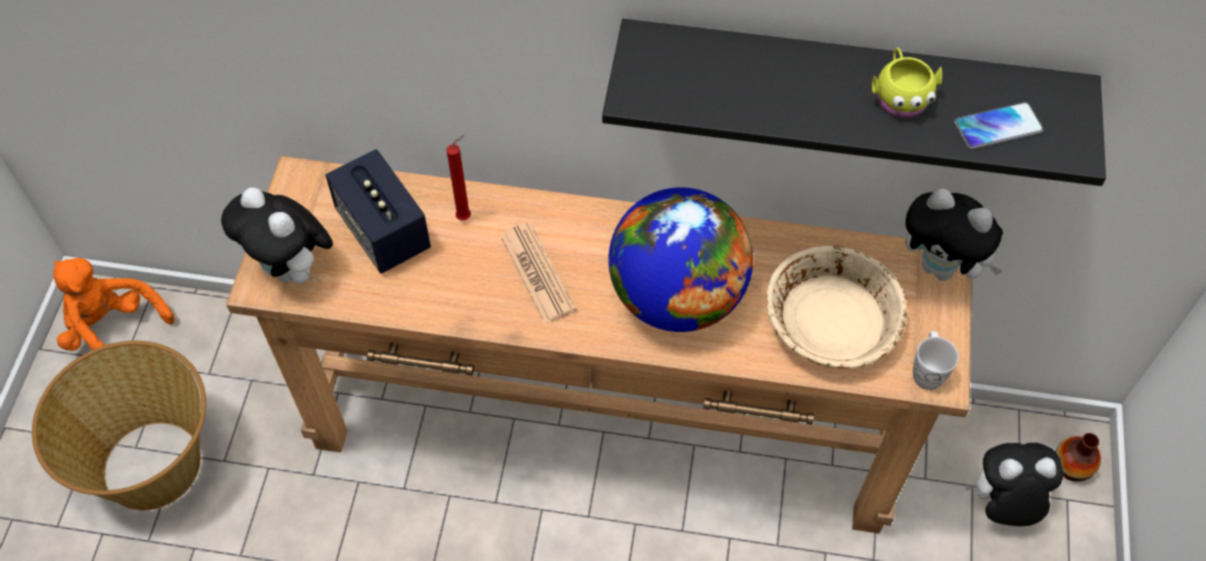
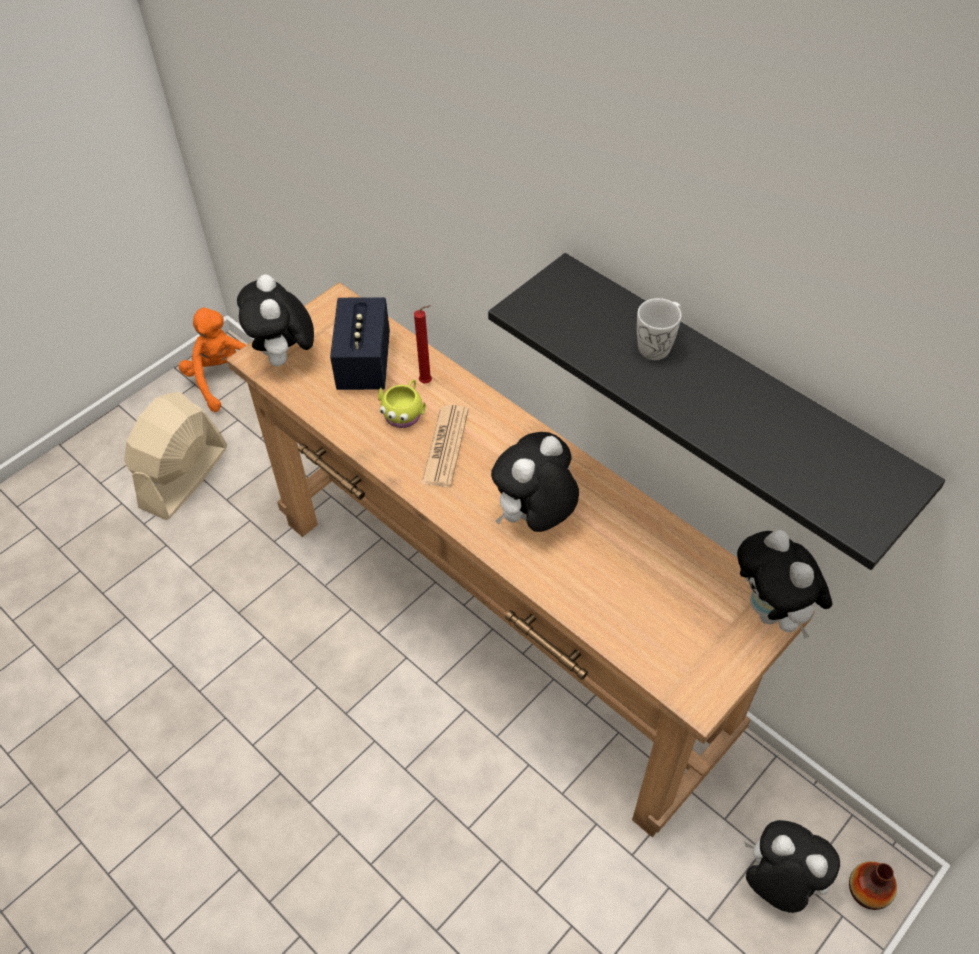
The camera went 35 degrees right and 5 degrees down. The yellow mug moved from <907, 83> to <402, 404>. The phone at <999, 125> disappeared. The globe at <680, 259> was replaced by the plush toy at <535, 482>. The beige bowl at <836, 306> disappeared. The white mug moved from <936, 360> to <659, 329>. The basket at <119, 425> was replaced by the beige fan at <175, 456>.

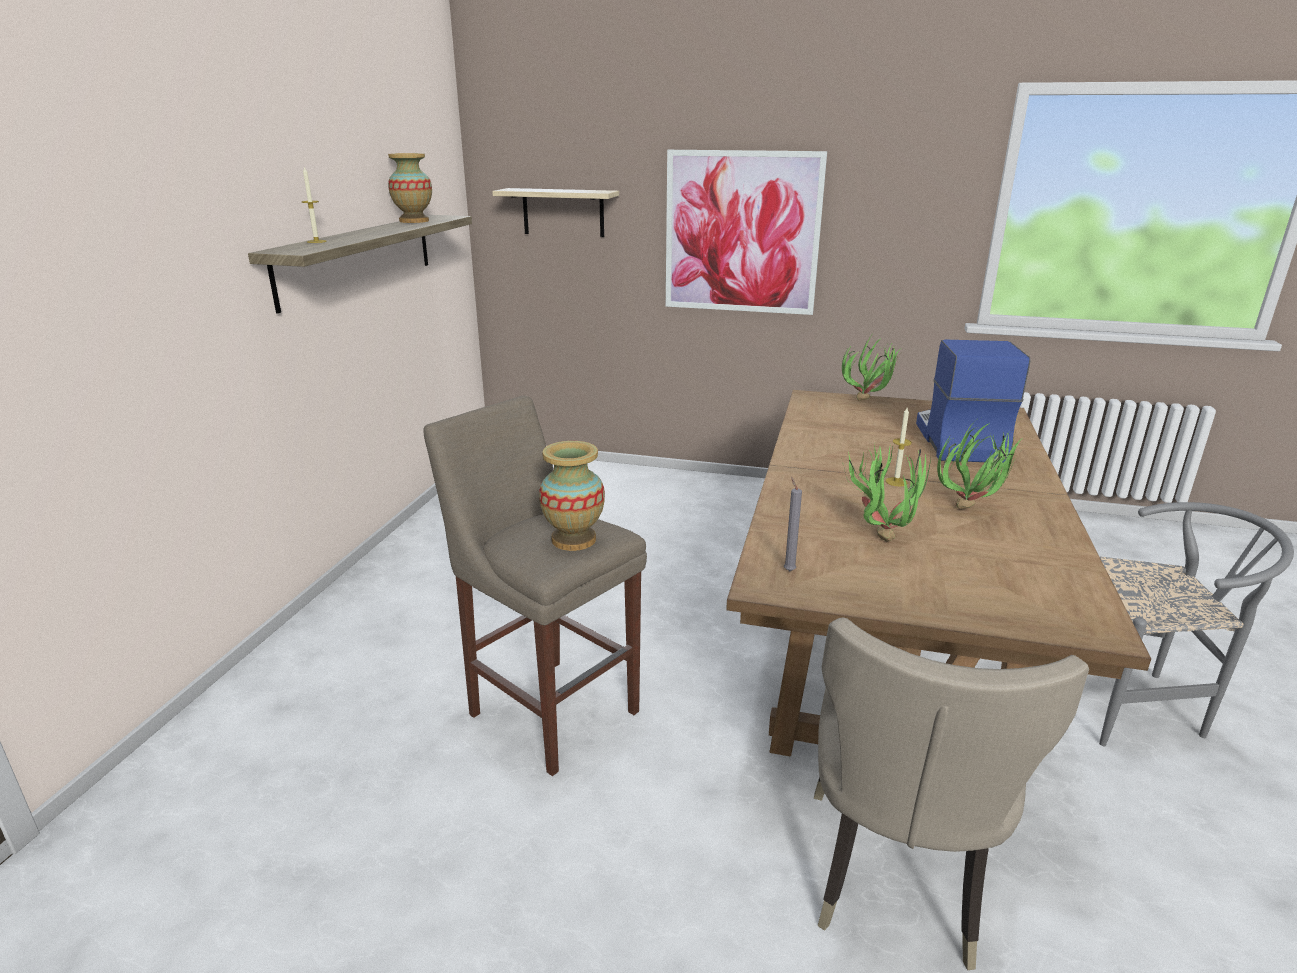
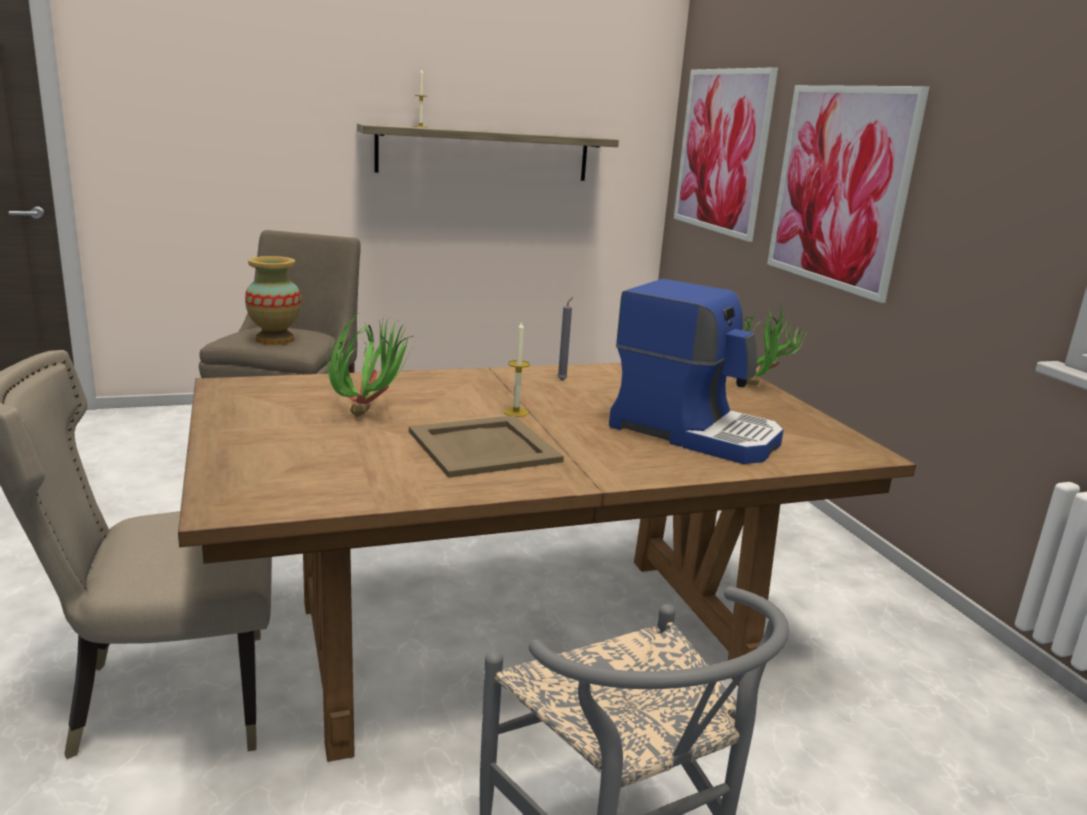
The camera went 55 degrees right and 5 degrees down. The vase at <410, 188> disappeared. The shelf at <555, 212> was replaced by the picture at <726, 154>. The coffee machine at <973, 401> turned 60 degrees clockwise. The potted plant at <983, 465> was replaced by the beige tray at <486, 446>. The grey candle moved from <793, 524> to <565, 339>.

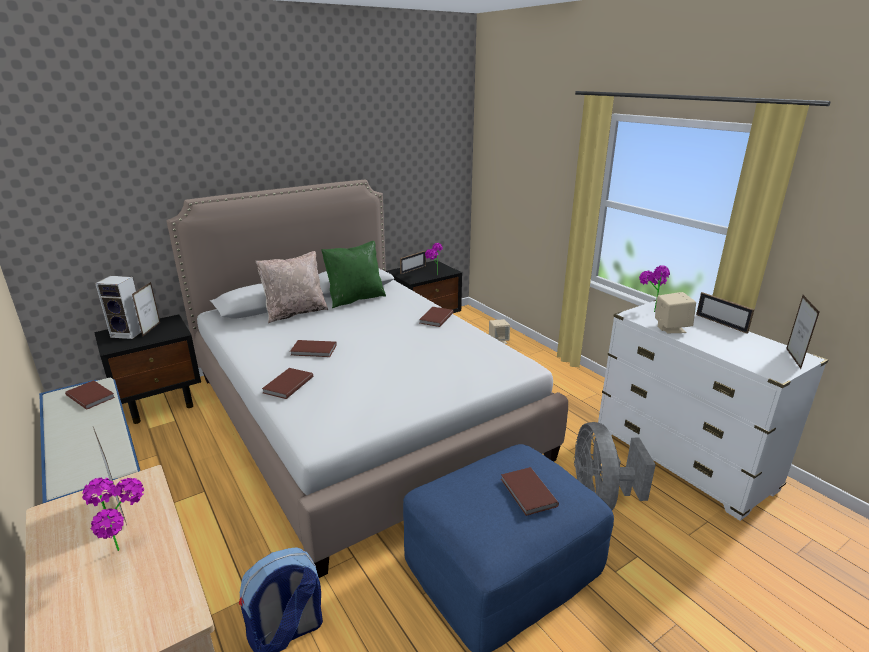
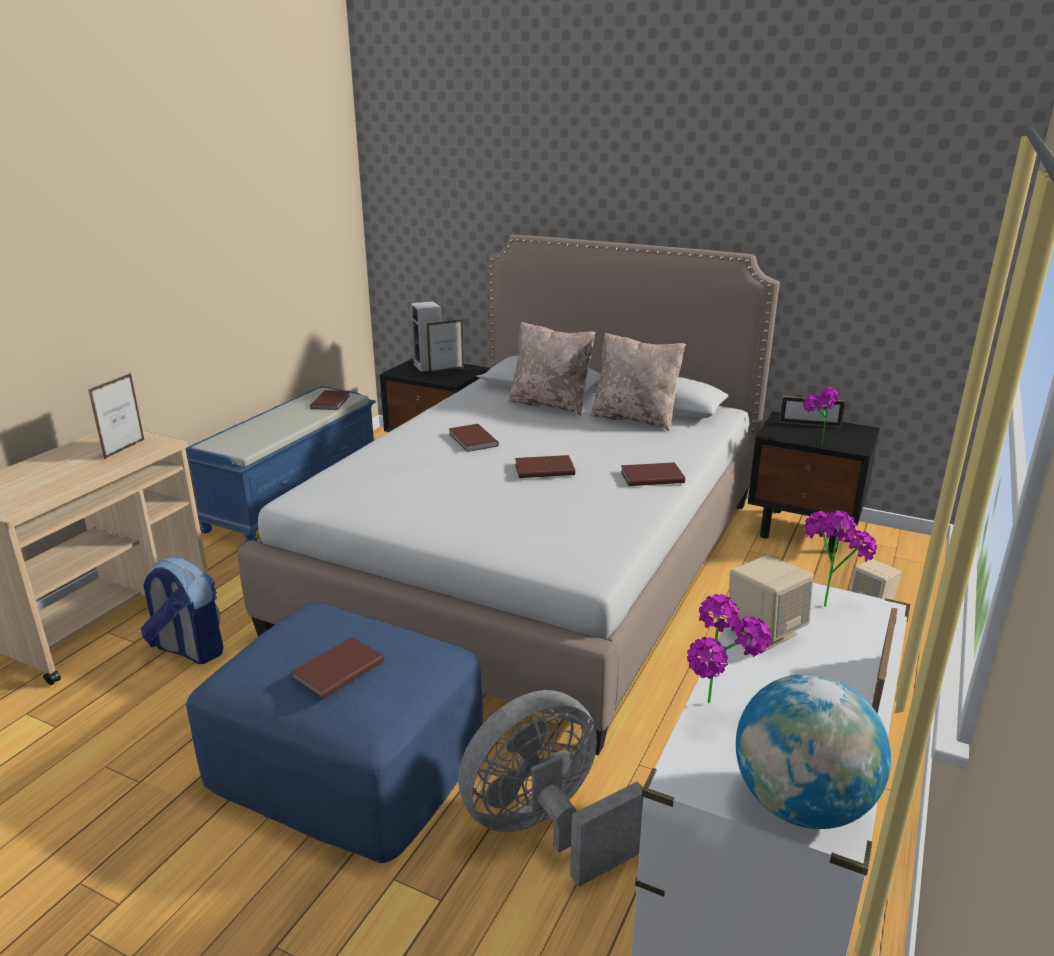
The camera went 60 degrees right and 0 degrees up. The green pillow at <353, 274> became the beige pillow at <638, 381>. The picture frame at <802, 332> was replaced by the globe at <813, 751>. The brown book moved from <287, 383> to <545, 466>. The potted plant moved from <113, 514> to <729, 648>.

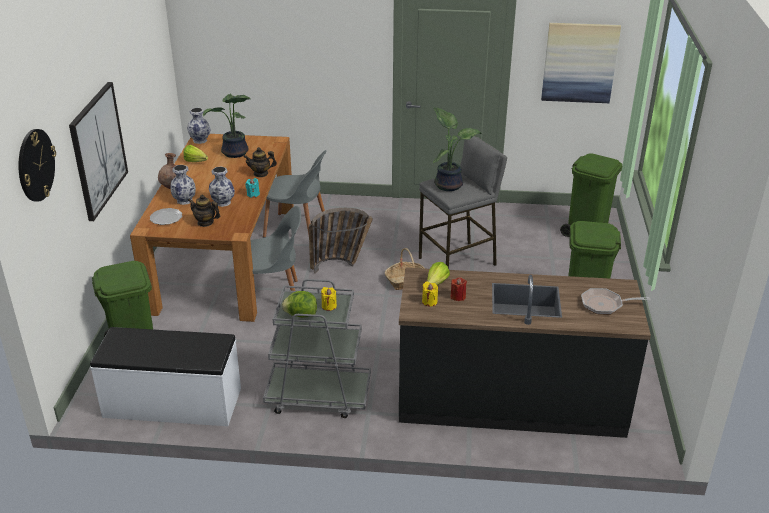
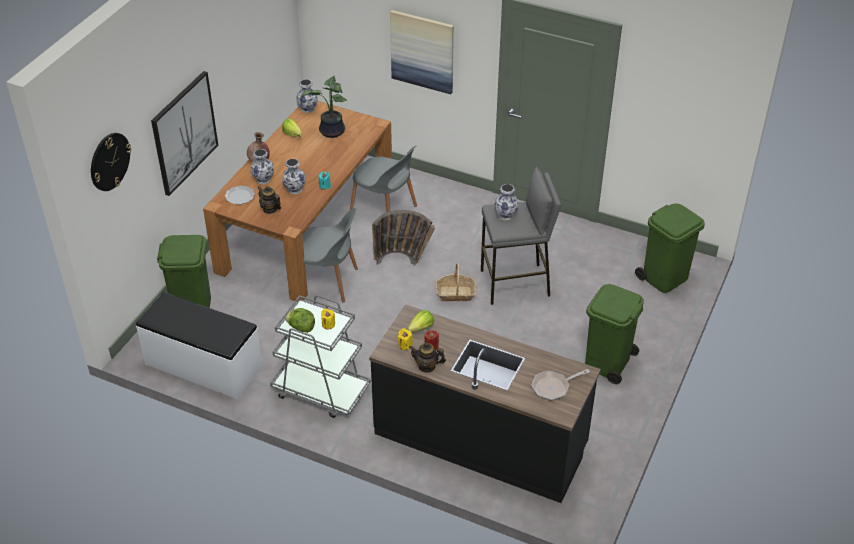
The camera went 20 degrees right and 10 degrees up. The picture moved from <581, 63> to <422, 52>. The potted plant at <457, 149> was replaced by the vase at <506, 202>. The teapot moved from <260, 162> to <427, 357>. The frying pan at <616, 301> turned 45 degrees counterclockwise.

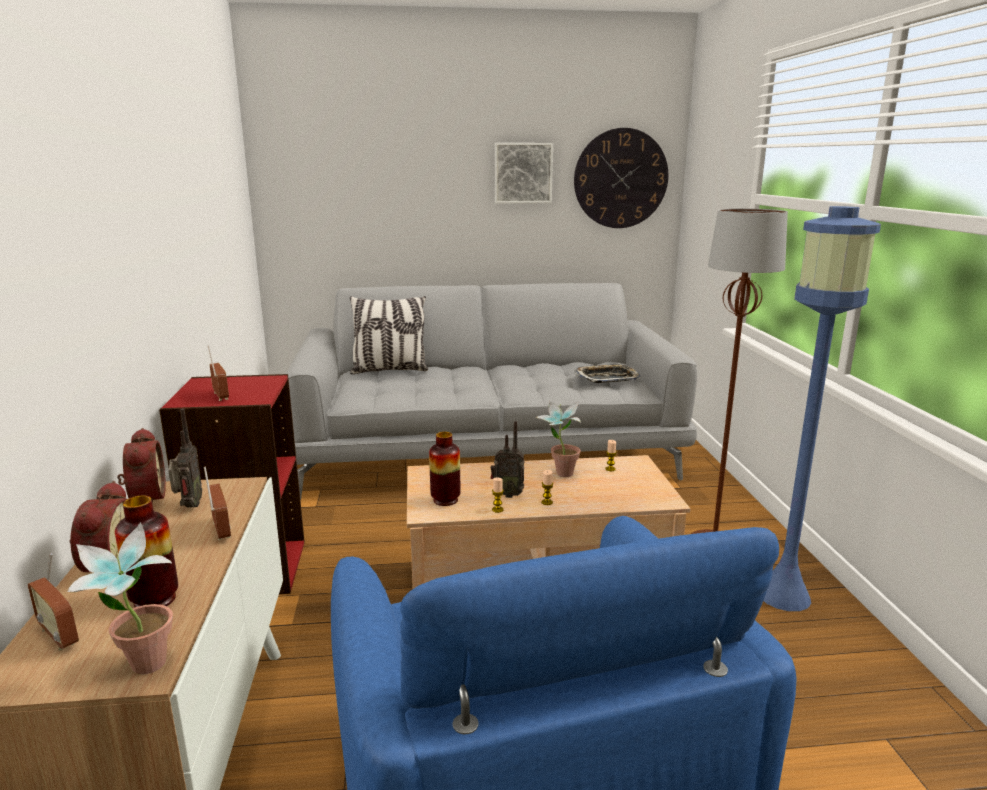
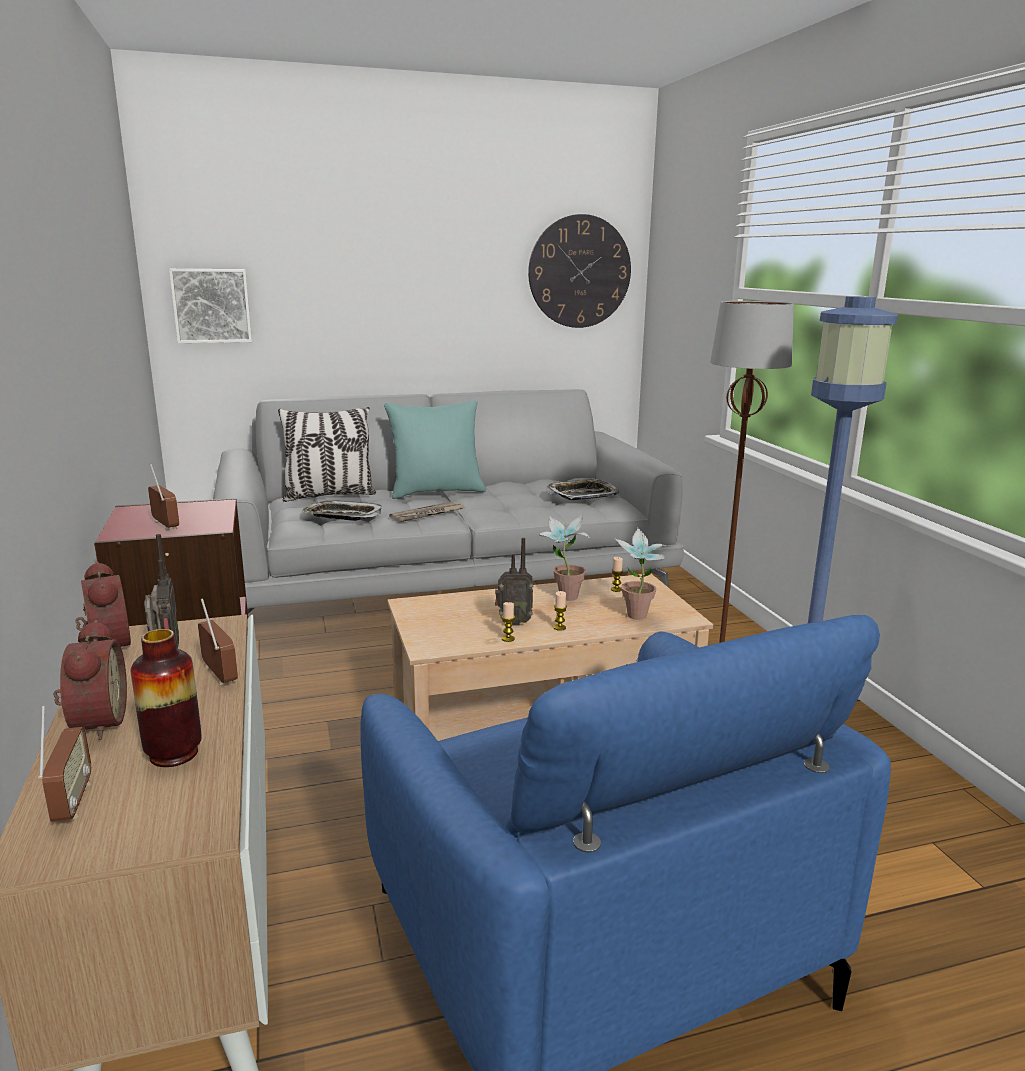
The camera went 10 degrees left and 0 degrees up. The picture moved from <524, 173> to <210, 306>. The vase at <444, 469> disappeared. The potted plant moved from <120, 598> to <643, 574>. The radio at <53, 602> turned 135 degrees counterclockwise. The turquoise pillow at <435, 450> appeared. The tray at <342, 510> appeared. The newspaper at <427, 511> appeared.

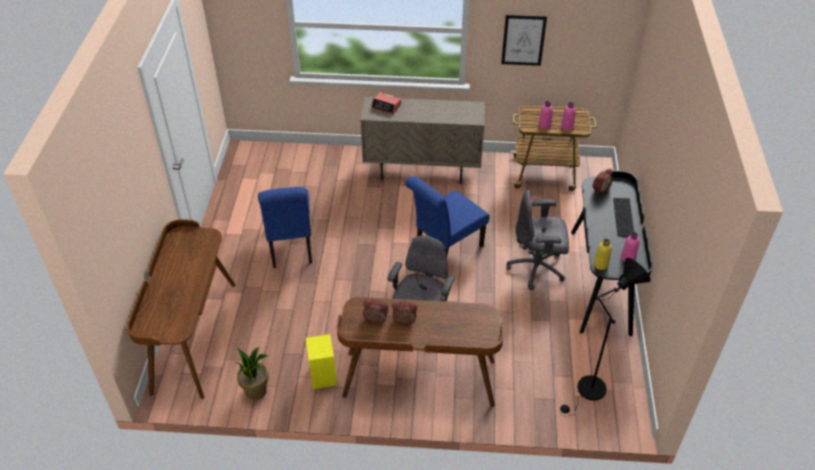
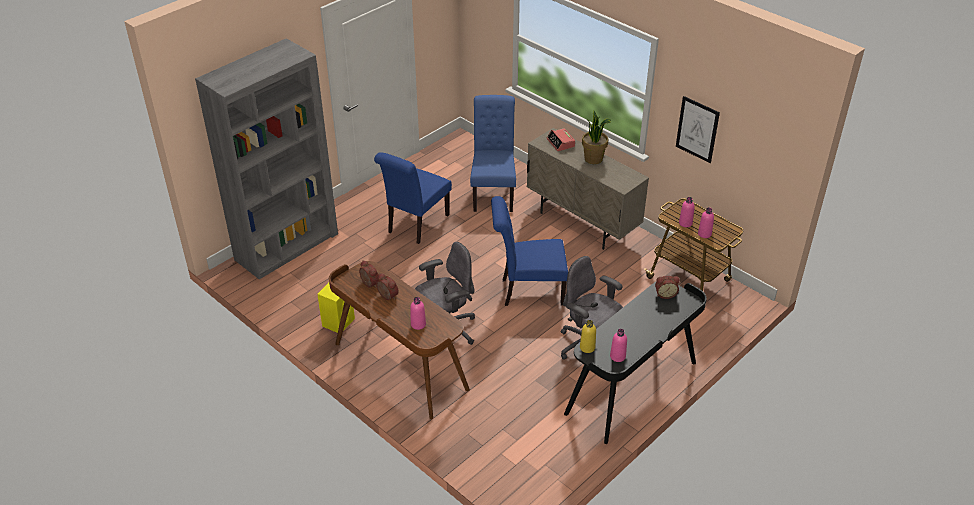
The camera went 40 degrees right and 5 degrees down. The keyboard at <623, 217> disappeared. The brown desk at <181, 309> was replaced by the grey bookcase at <266, 158>. The black floor lamp at <605, 337> disappeared. The potted plant moved from <252, 373> to <596, 137>. The blue chair at <493, 153> appeared. The pink bottle at <418, 313> appeared.

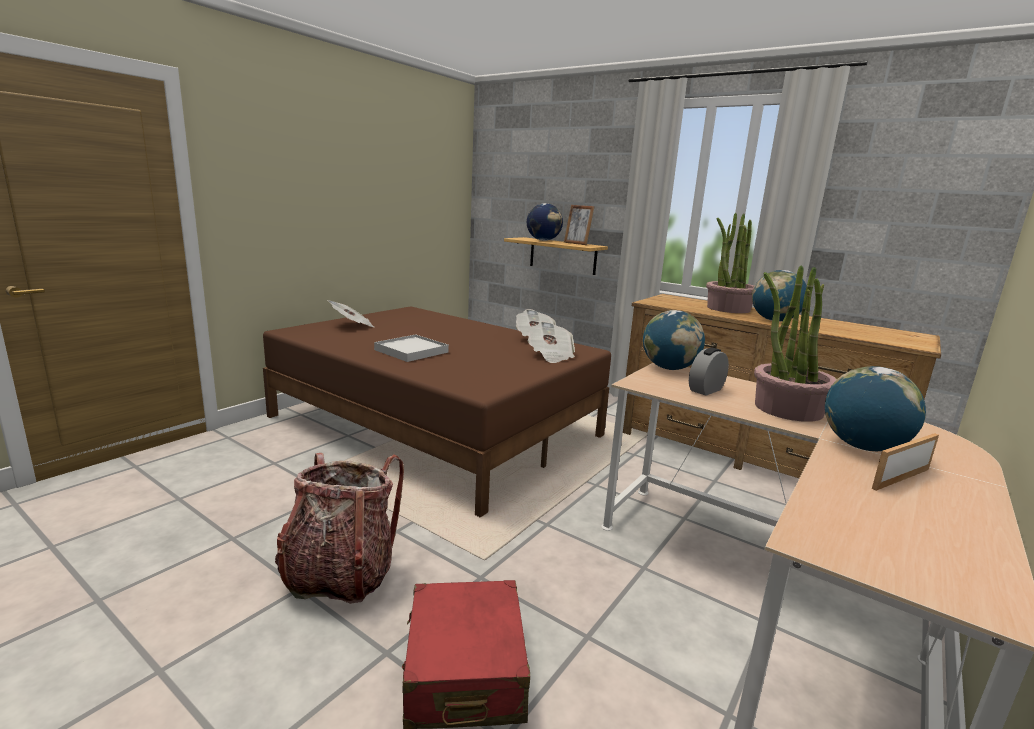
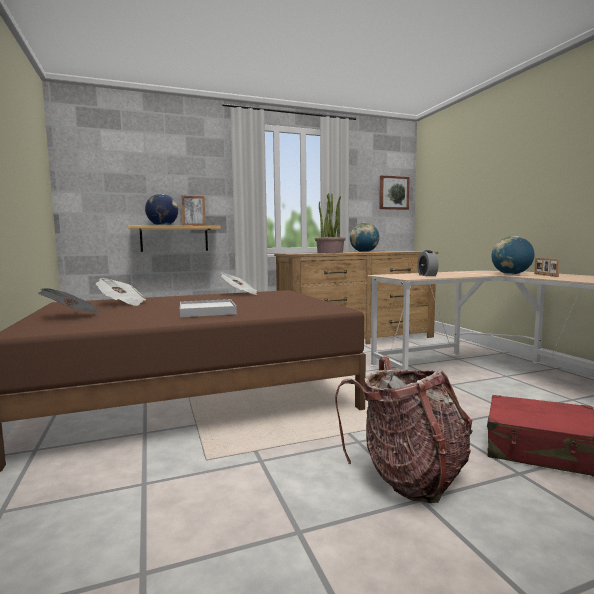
The camera went 55 degrees left and 10 degrees down. The potted plant at <795, 343> disappeared. The globe at <674, 340> disappeared. The newspaper moved from <551, 342> to <121, 292>. The picture at <394, 192> appeared.

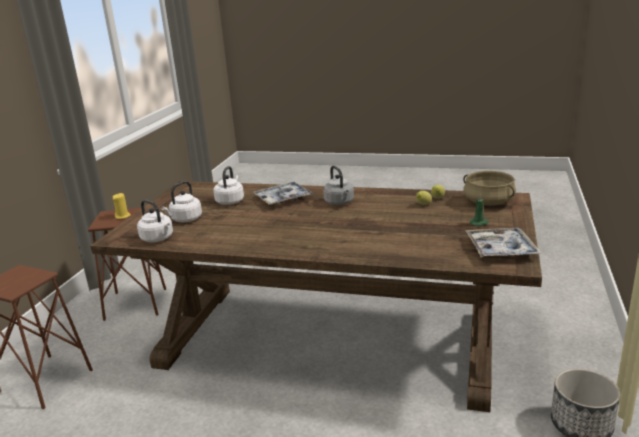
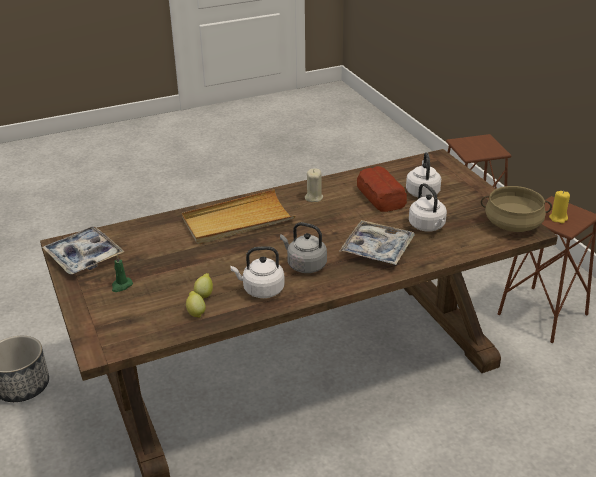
The camera went 140 degrees right and 10 degrees up. The beige cooking pot moved from <489, 188> to <516, 209>. The white kettle moved from <155, 221> to <257, 272>. The bread at <382, 189> appeared. The beige candle at <314, 185> appeared. The beige tray at <239, 216> appeared.

